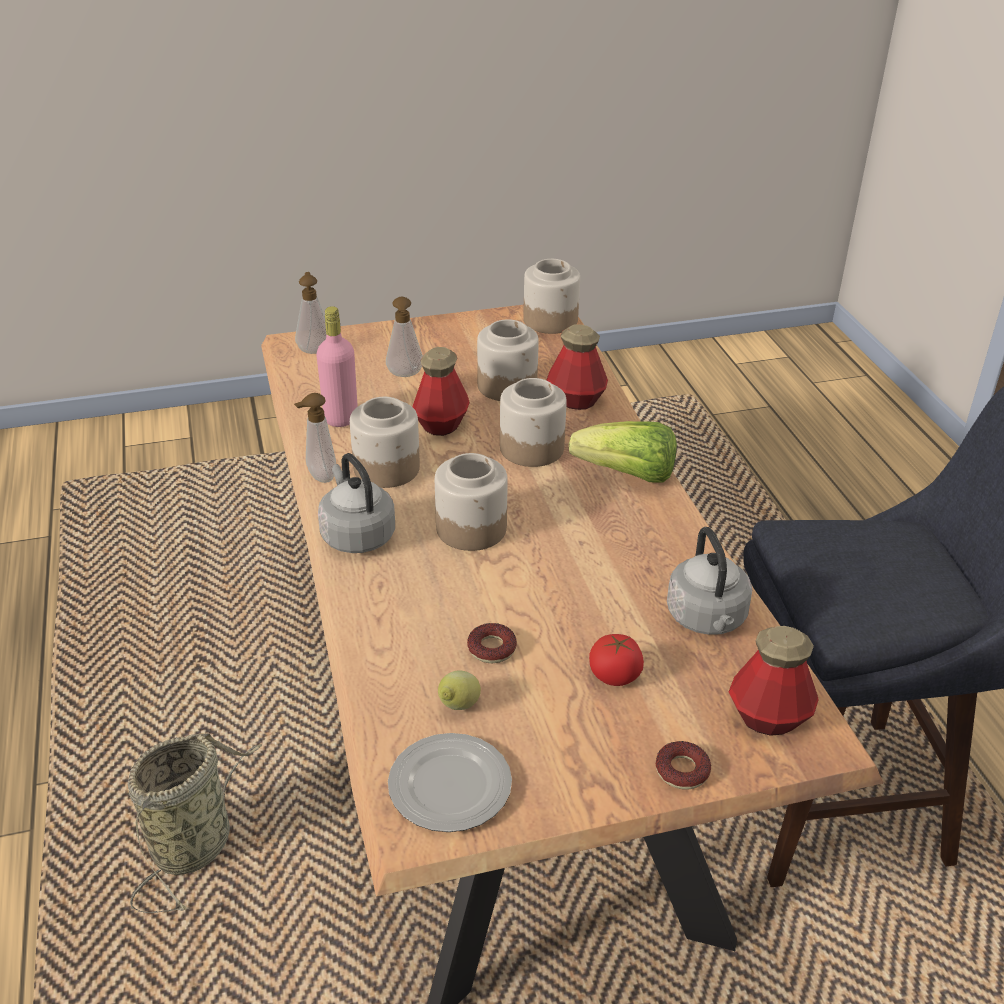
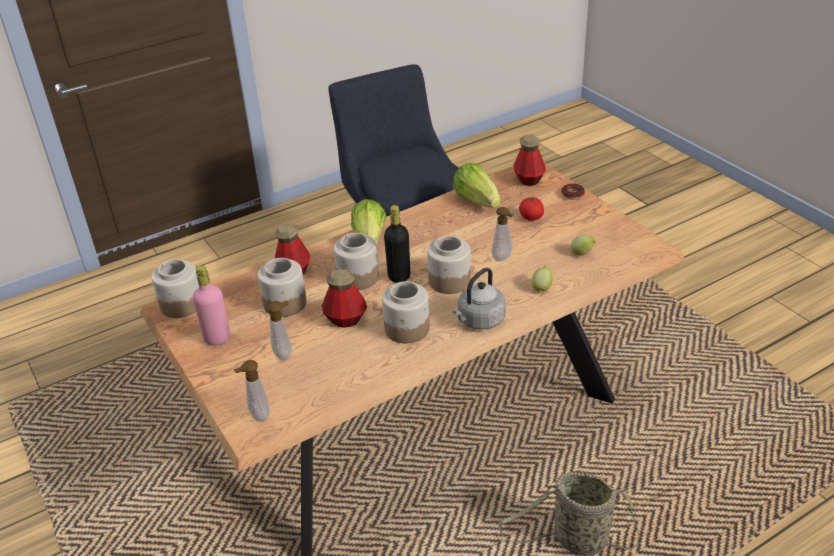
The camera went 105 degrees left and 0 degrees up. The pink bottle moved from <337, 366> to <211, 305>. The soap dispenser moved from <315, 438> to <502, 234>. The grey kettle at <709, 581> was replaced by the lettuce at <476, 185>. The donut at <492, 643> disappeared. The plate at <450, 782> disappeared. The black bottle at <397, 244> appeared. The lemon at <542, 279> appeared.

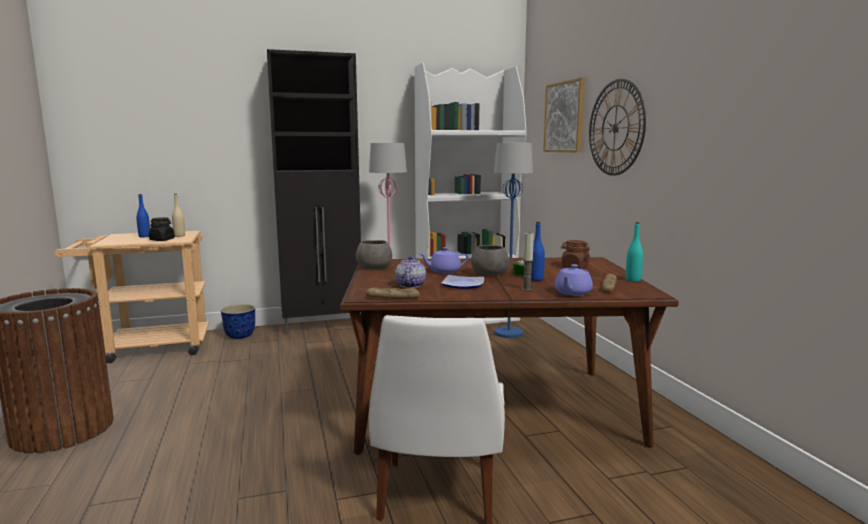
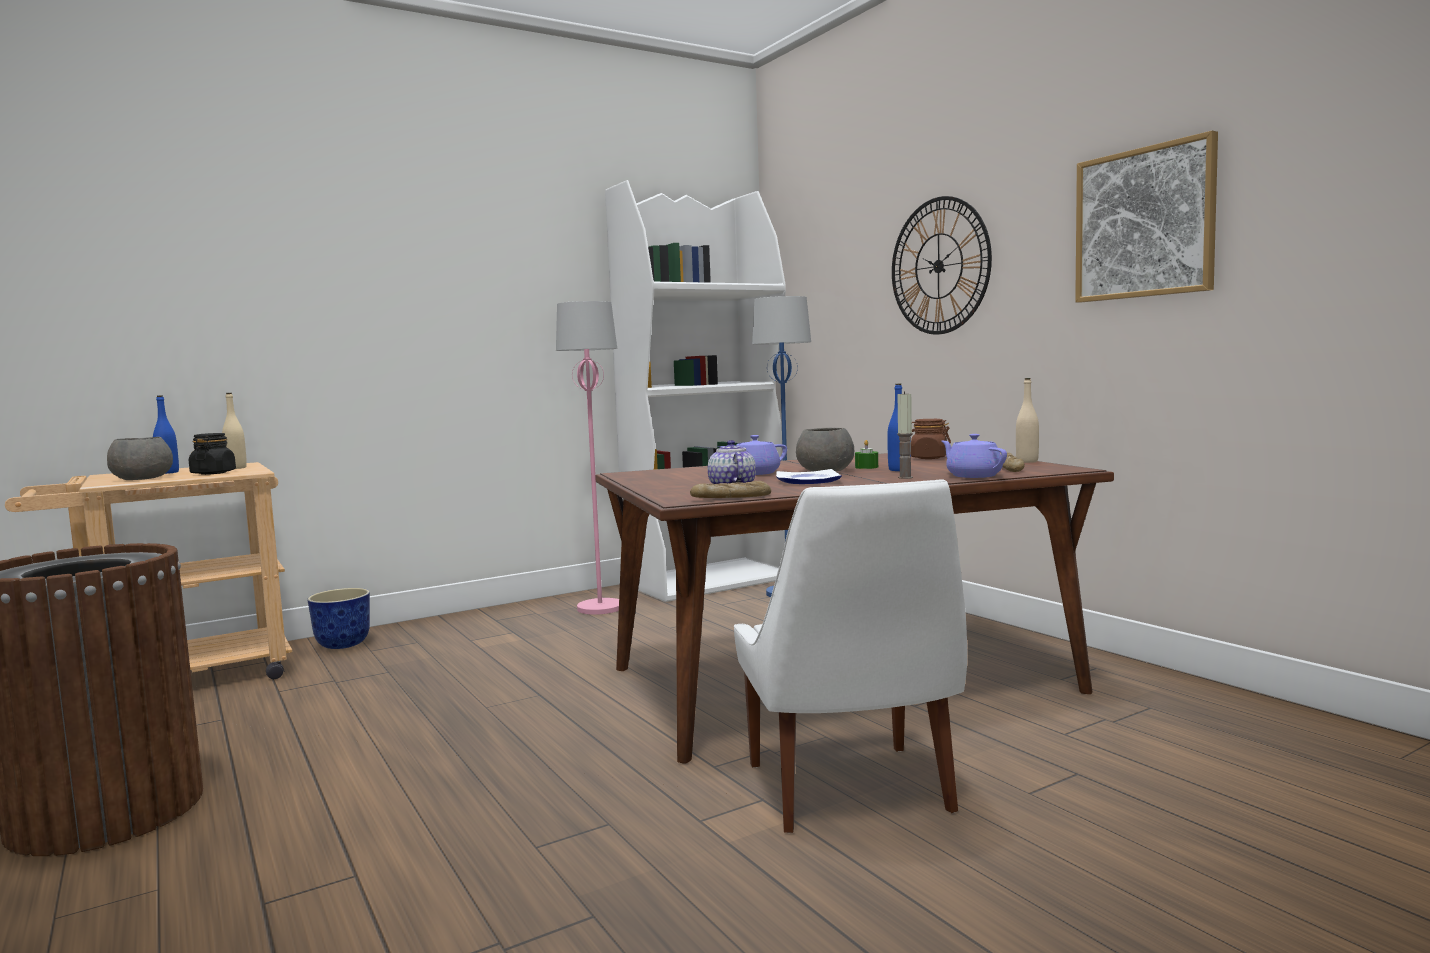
The camera went 15 degrees left and 5 degrees down. The black cabinet at <314, 192> disappeared. The picture moved from <564, 115> to <1146, 216>. The turquoise bottle at <634, 252> became the beige bottle at <1027, 420>. The grey bowl moved from <374, 254> to <140, 458>. The purple teapot at <573, 280> turned 135 degrees clockwise.

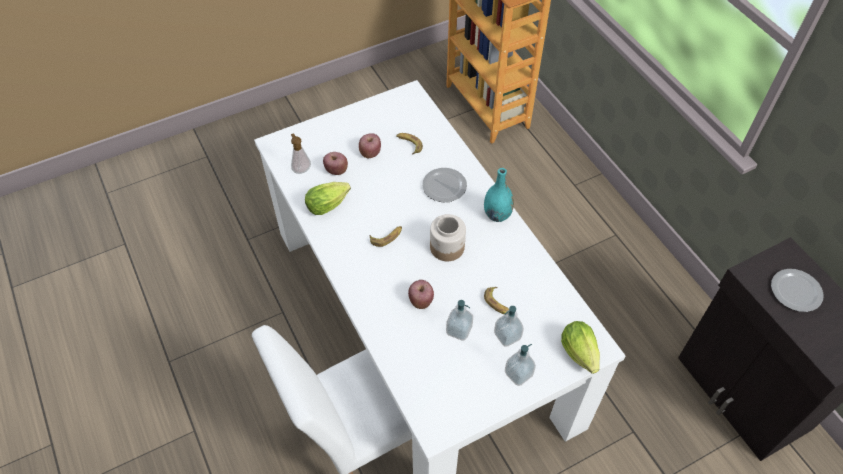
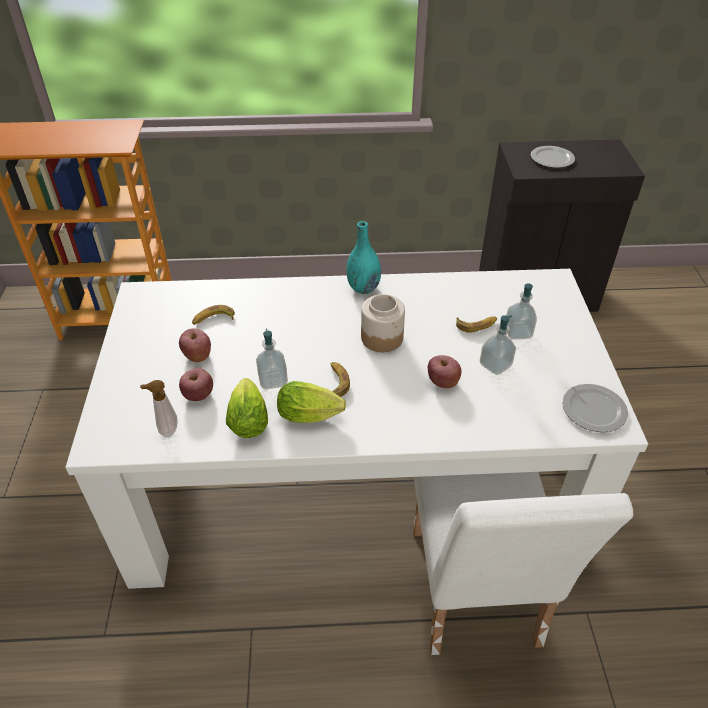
The camera went 65 degrees left and 10 degrees down. The plate moved from <444, 185> to <595, 408>. The lettuce moved from <580, 347> to <311, 402>. The soap dispenser moved from <520, 365> to <272, 359>.

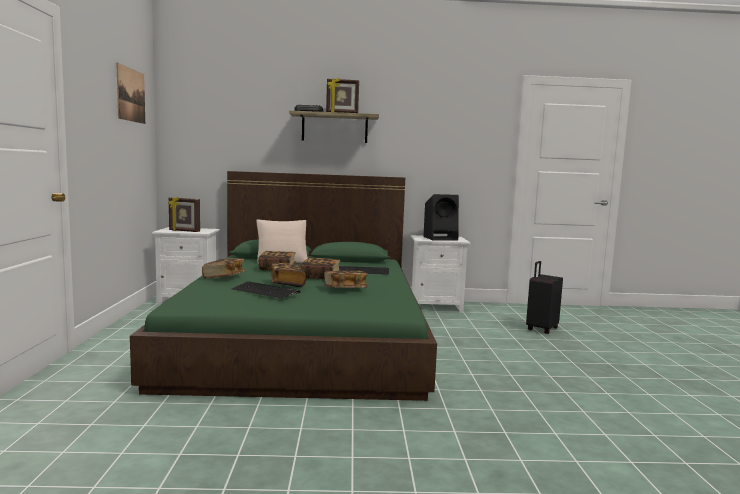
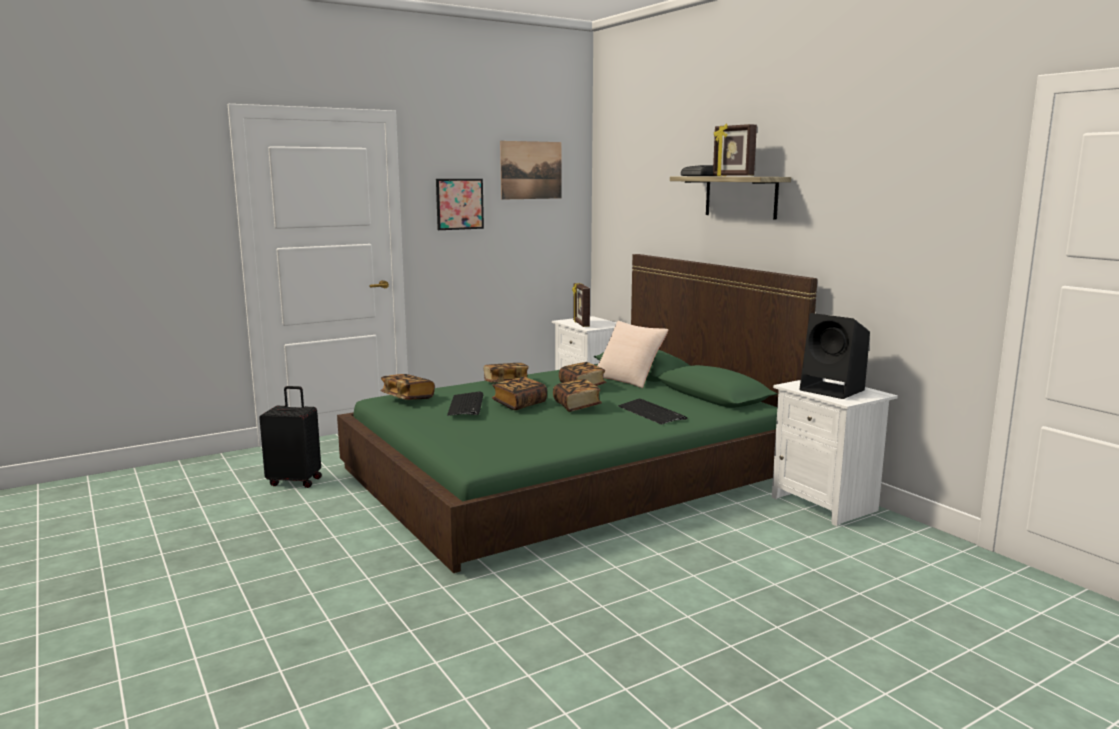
The camera went 60 degrees right and 5 degrees up. The black suitcase moved from <544, 297> to <290, 437>. The book moved from <346, 279> to <407, 387>. The picture at <460, 204> appeared.

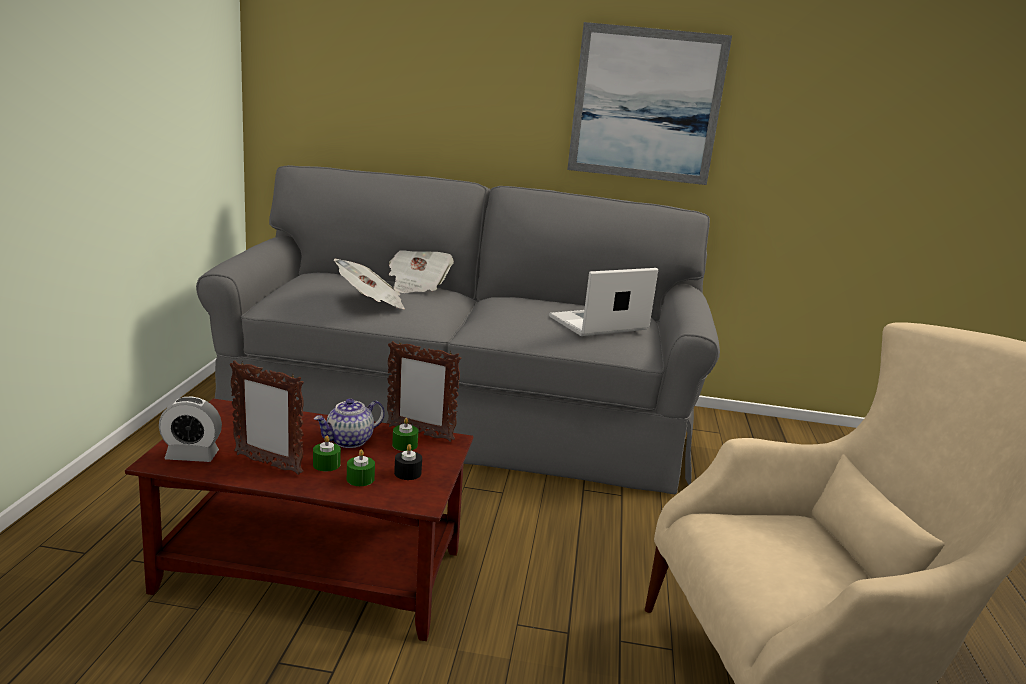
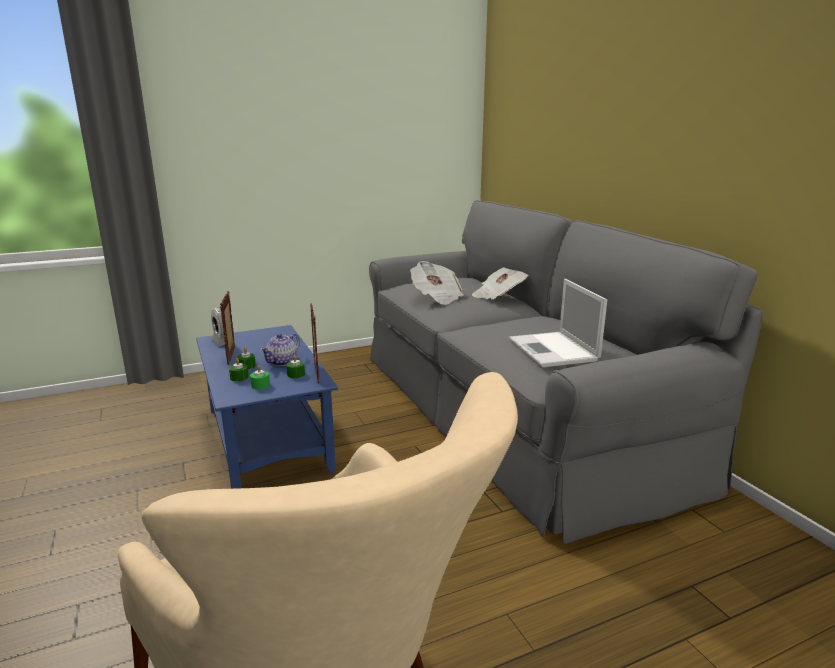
The camera went 60 degrees right and 0 degrees up. The picture at <649, 103> disappeared. The laptop at <603, 302> turned 135 degrees counterclockwise. The teapot at <349, 423> turned 75 degrees counterclockwise. The brown coffee table at <299, 520> became the blue coffee table at <267, 407>. The black candle at <408, 462> became the green candle at <260, 377>.

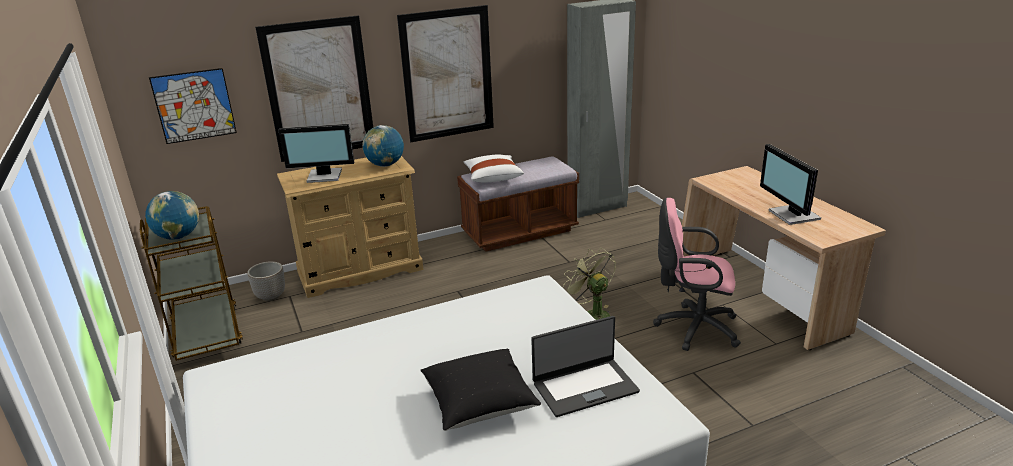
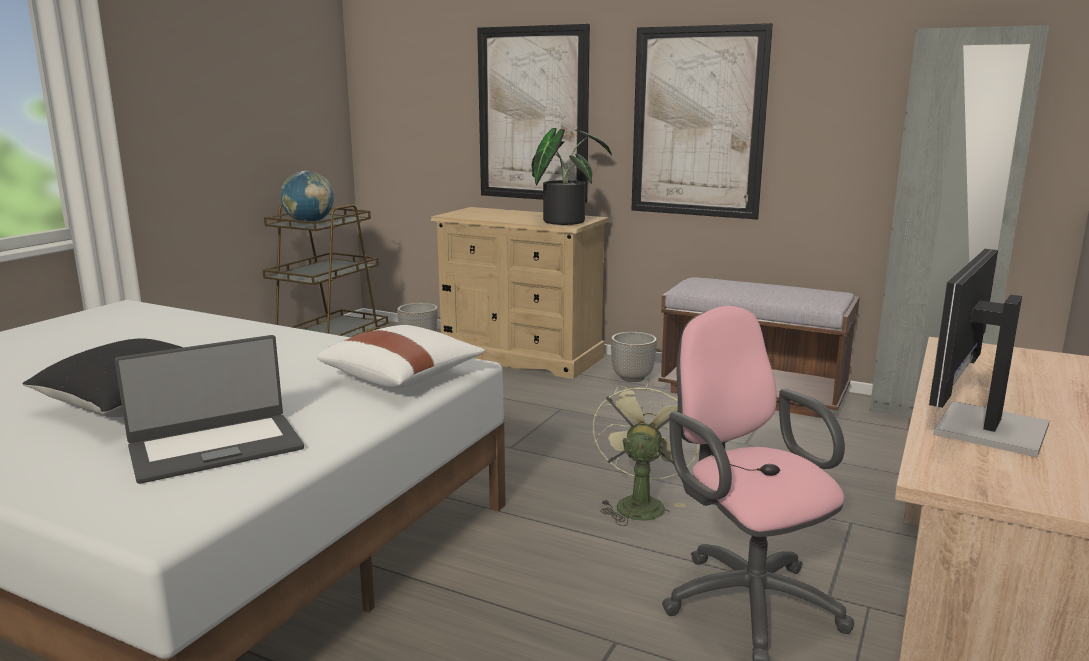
The camera went 50 degrees right and 10 degrees down. The picture at <193, 106> disappeared. The monitor at <316, 153> disappeared. The globe at <383, 146> was replaced by the potted plant at <571, 176>. The white pillow moved from <494, 168> to <401, 357>. The laptop at <585, 366> turned 60 degrees counterclockwise. The planter at <634, 357> appeared.

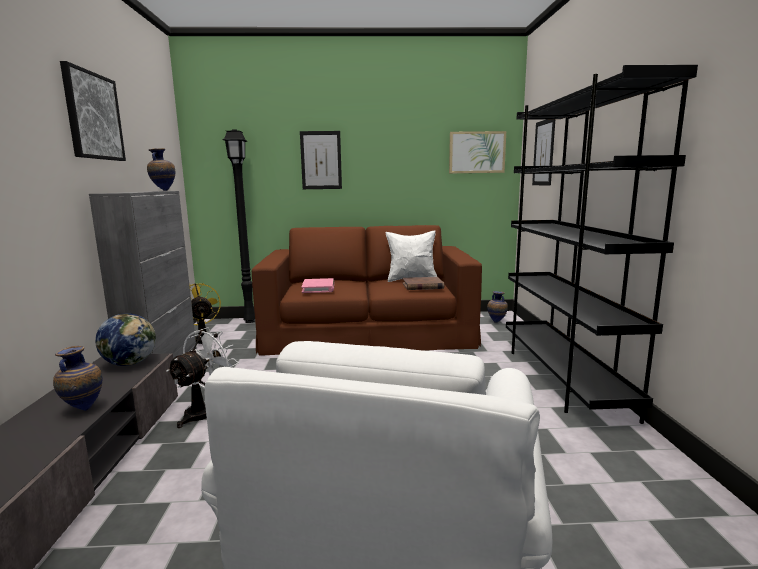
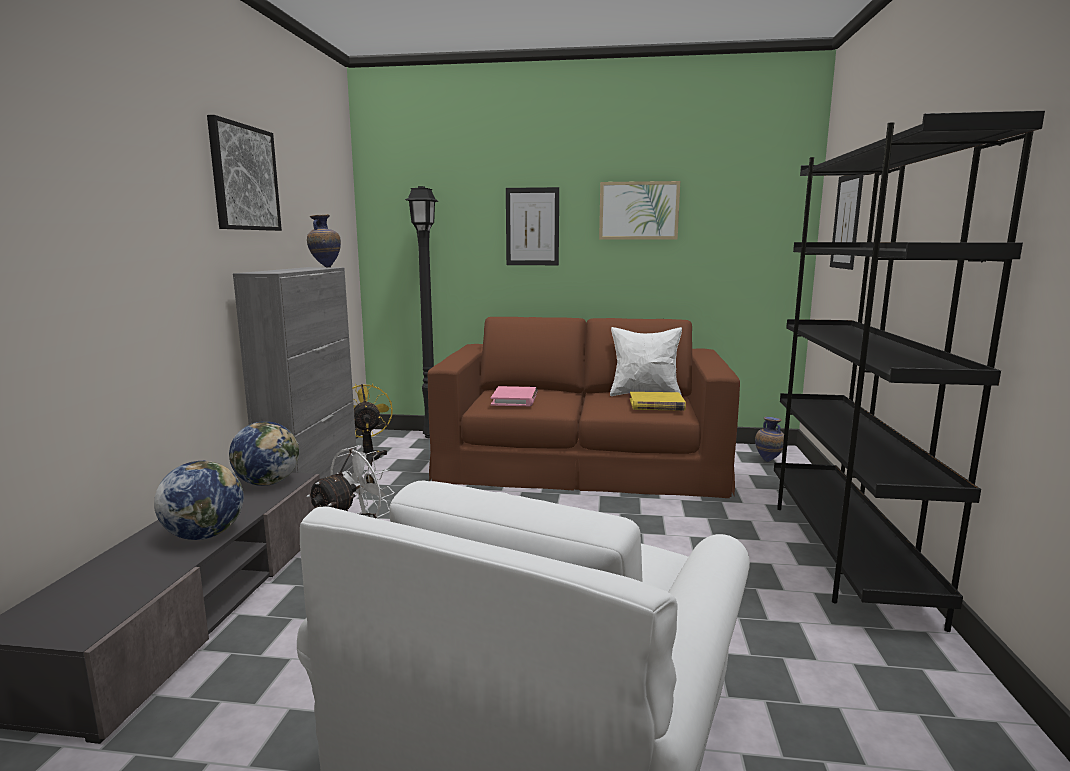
The camera went 10 degrees right and 0 degrees up. The picture moved from <477, 152> to <639, 210>. The brown book at <423, 283> became the yellow book at <658, 401>. The vase at <77, 378> was replaced by the globe at <199, 500>.

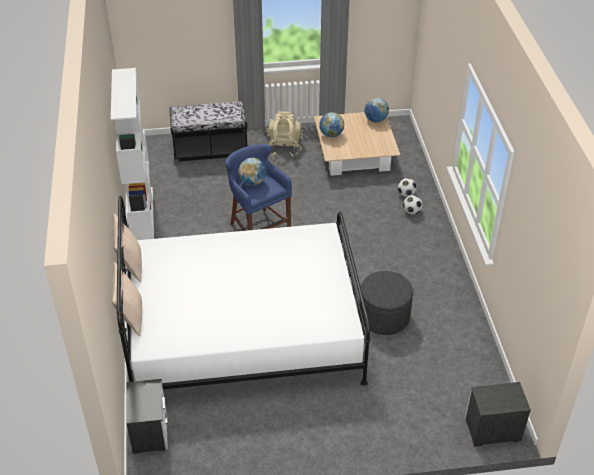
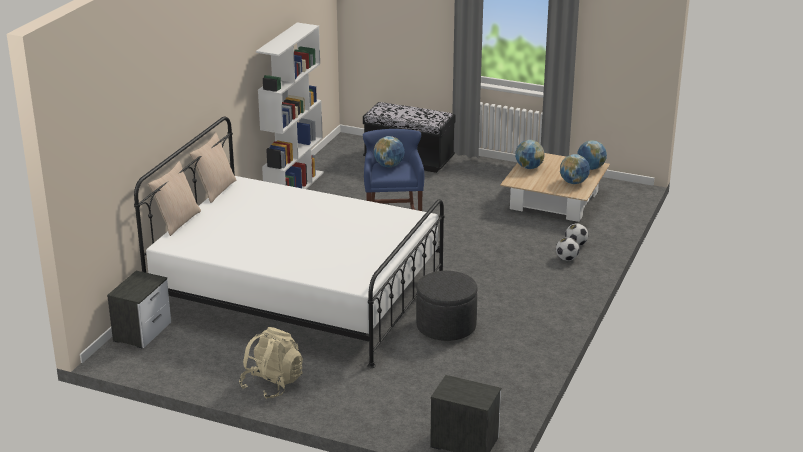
The camera went 30 degrees right and 15 degrees down. The beige backpack moved from <285, 133> to <271, 363>. The globe at <575, 169> appeared.

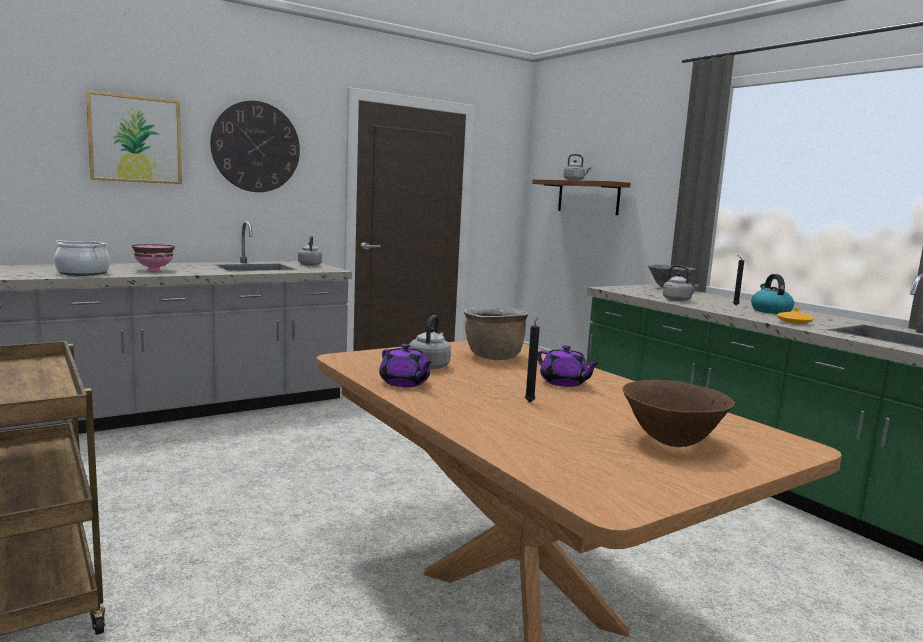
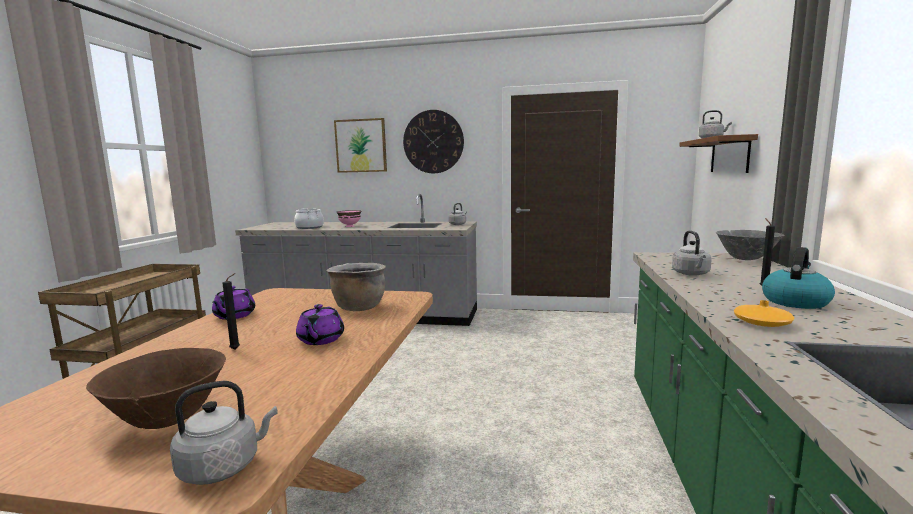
The camera went 45 degrees right and 0 degrees up. The grey kettle moved from <430, 342> to <224, 433>.

